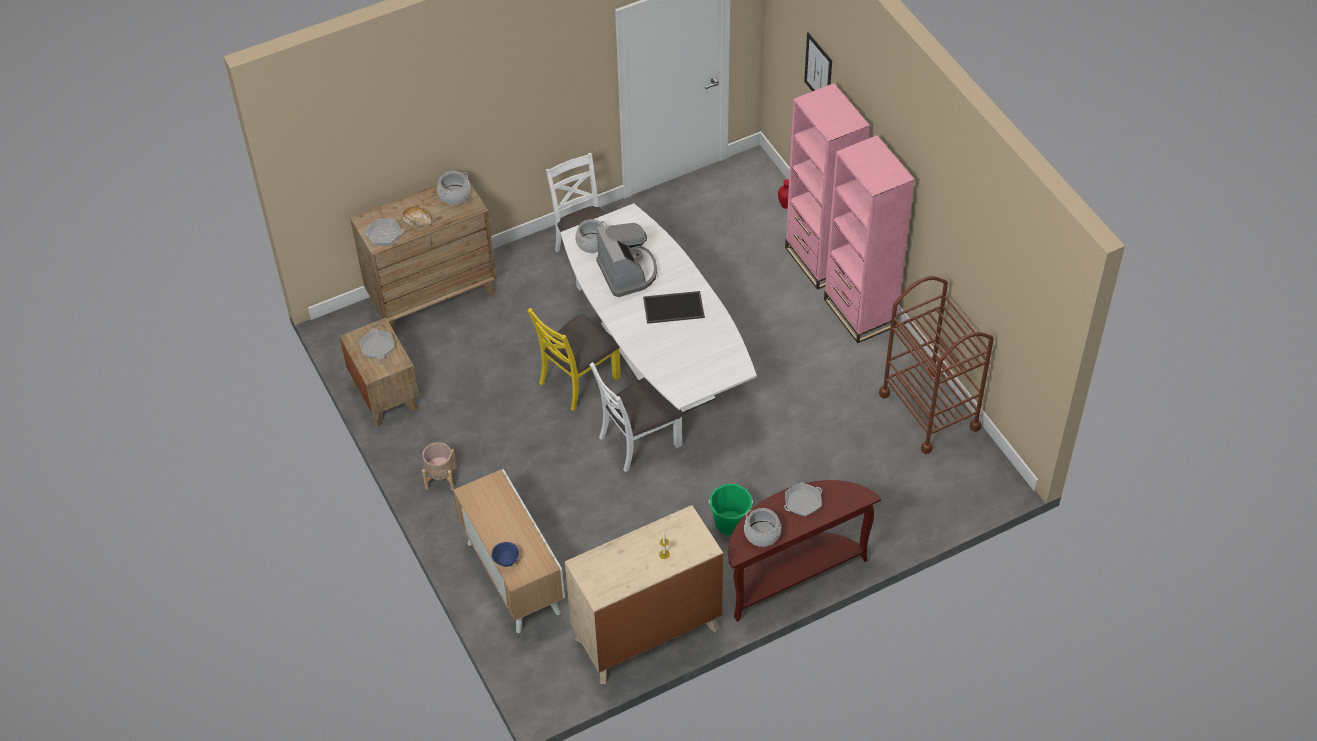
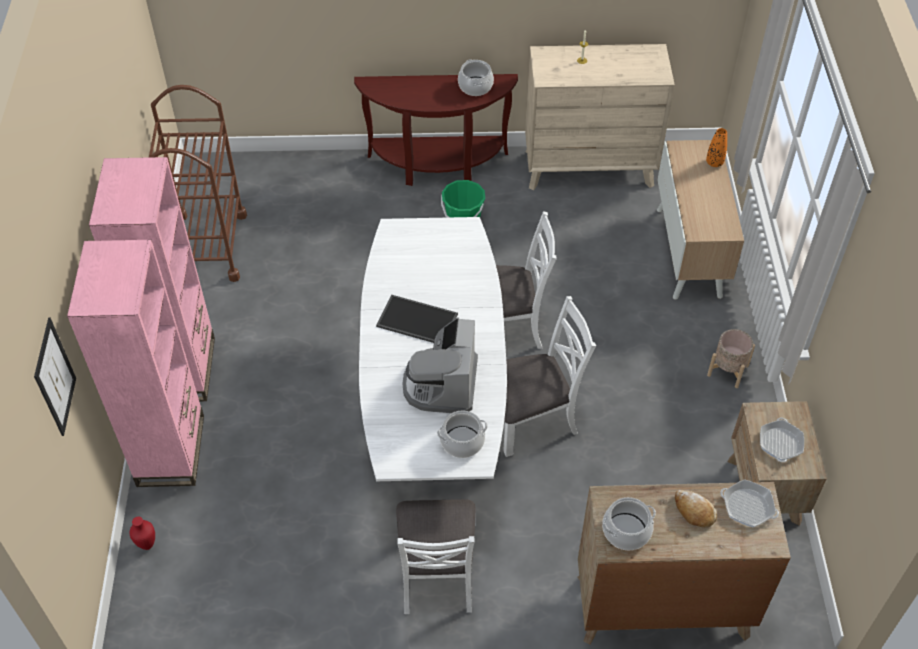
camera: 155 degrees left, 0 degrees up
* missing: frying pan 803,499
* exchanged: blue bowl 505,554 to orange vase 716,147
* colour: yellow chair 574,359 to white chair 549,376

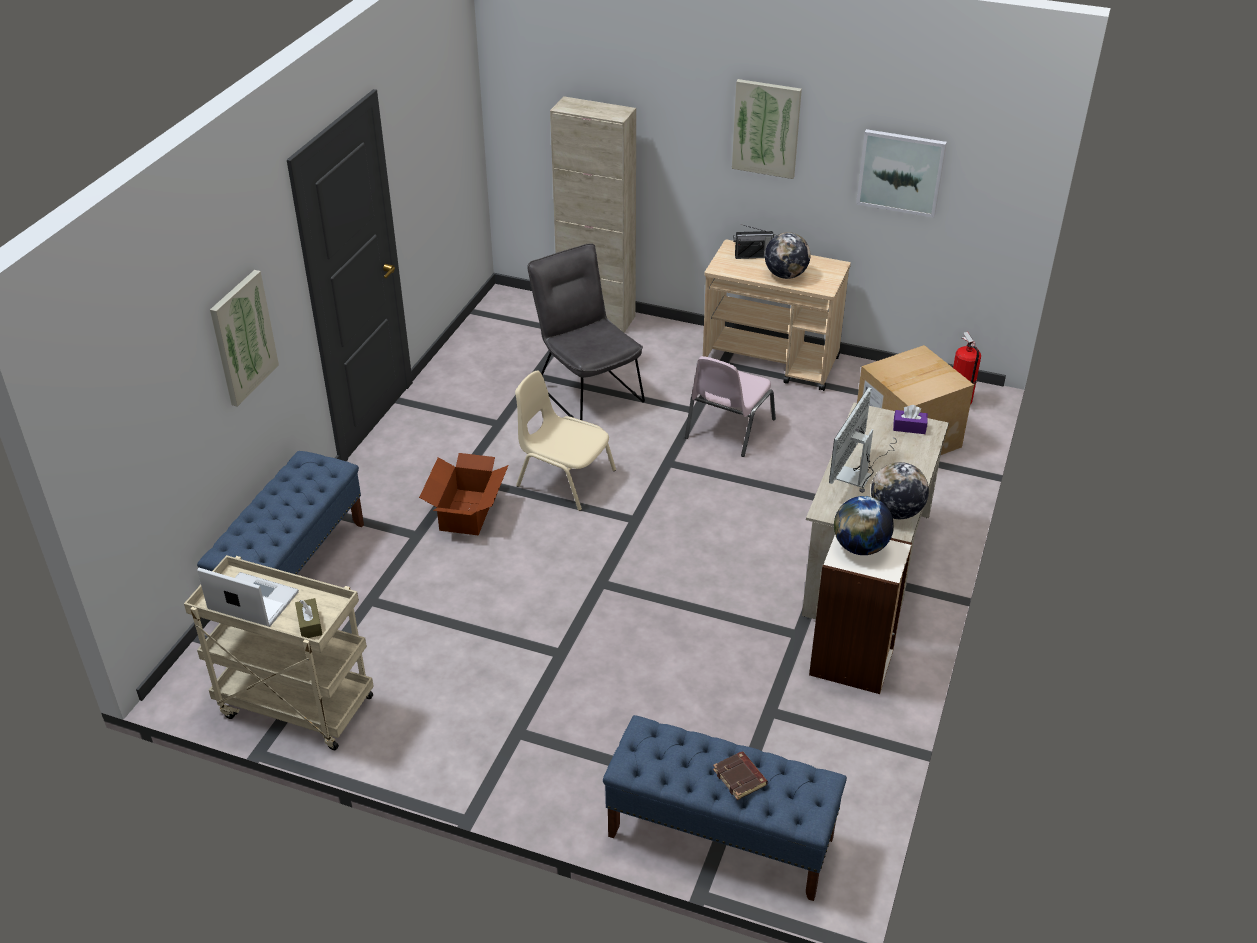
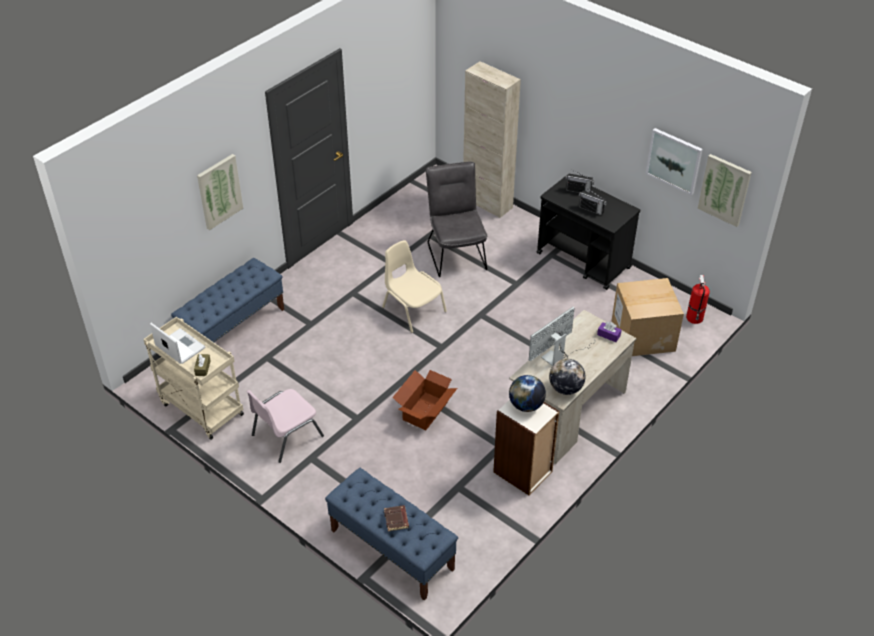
camera: 20 degrees right, 5 degrees up
* relocated: cardboard box 464,494 to 425,400
* relocated: pink chair 730,406 to 285,426
* relocated: picture 767,129 to 724,190
* exchanged: globe 788,255 to radio 593,201
* colour: beige cart 777,315 to black cart 588,232

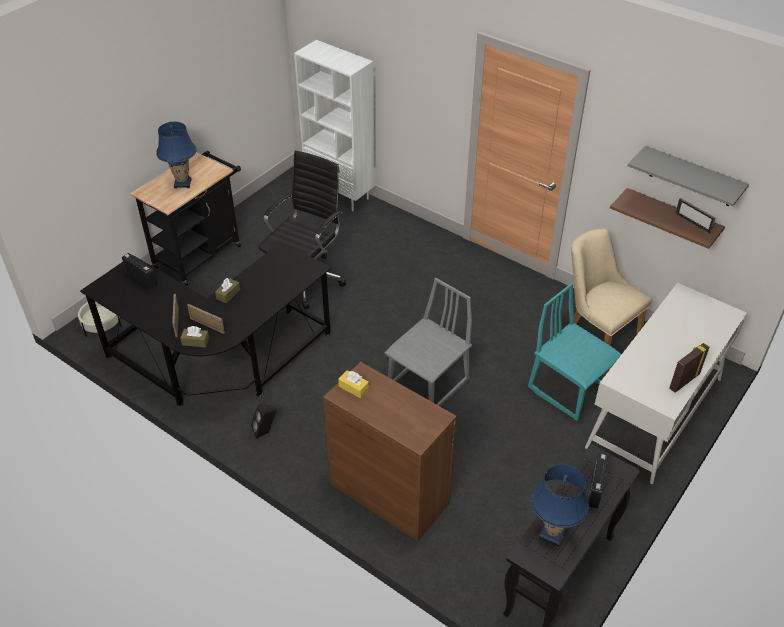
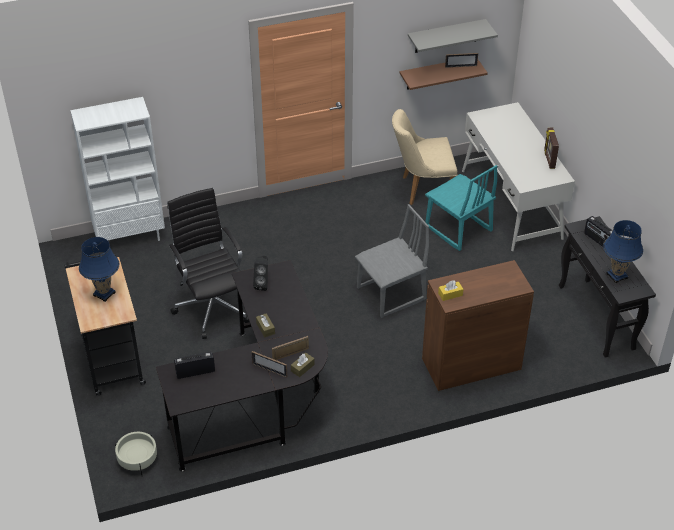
camera: 55 degrees left, 0 degrees up
* relocated: black speaker 263,421 to 260,273
* spun: grey chair 428,342 = 392,261 75 degrees clockwise
* spun: turquoise chair 575,352 = 461,208 120 degrees counterclockwise

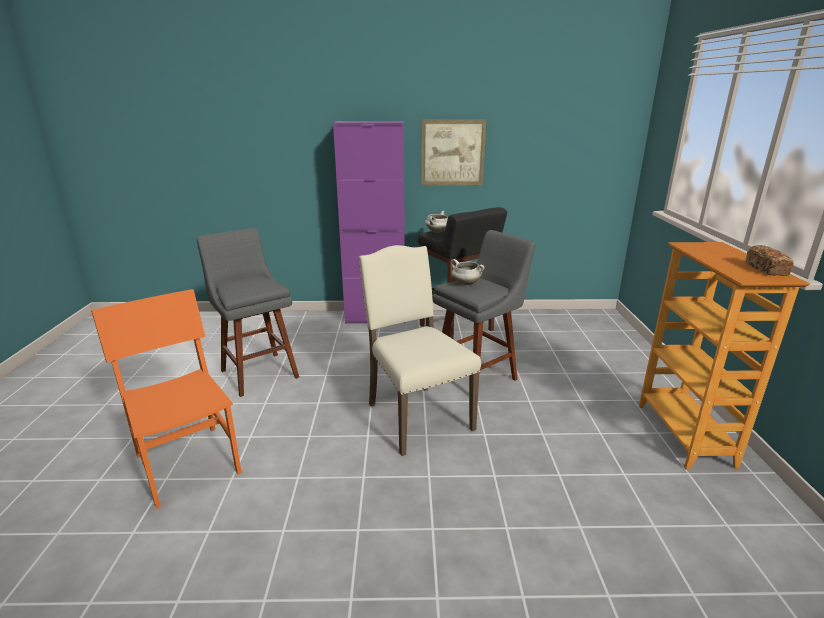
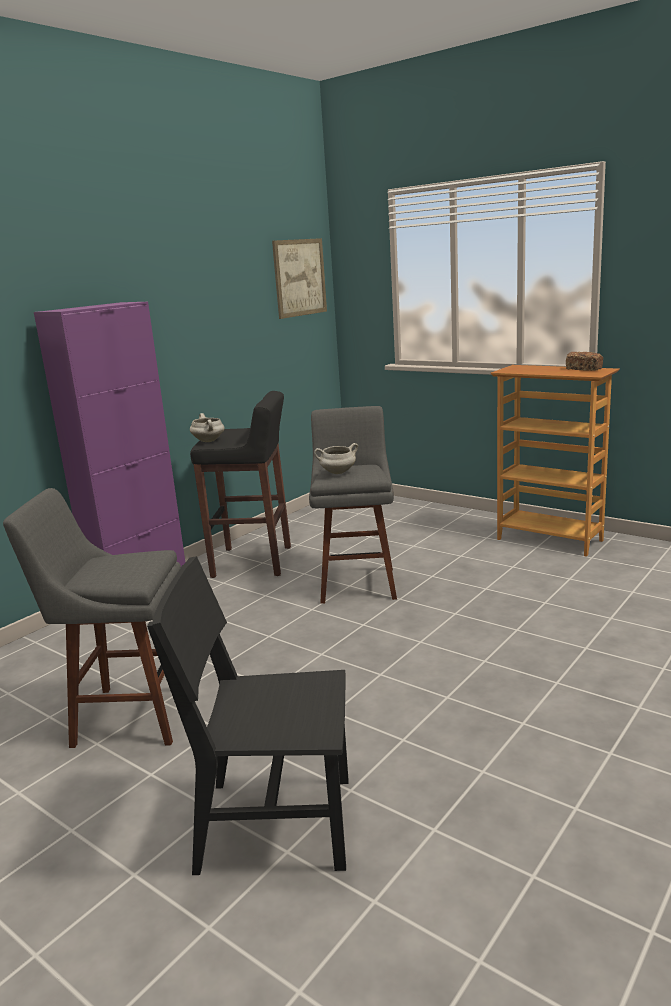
camera: 50 degrees left, 5 degrees down
* missing: beige chair 419,350
* relocated: picture 453,152 to 299,278
* colour: orange chair 166,399 to black chair 248,715

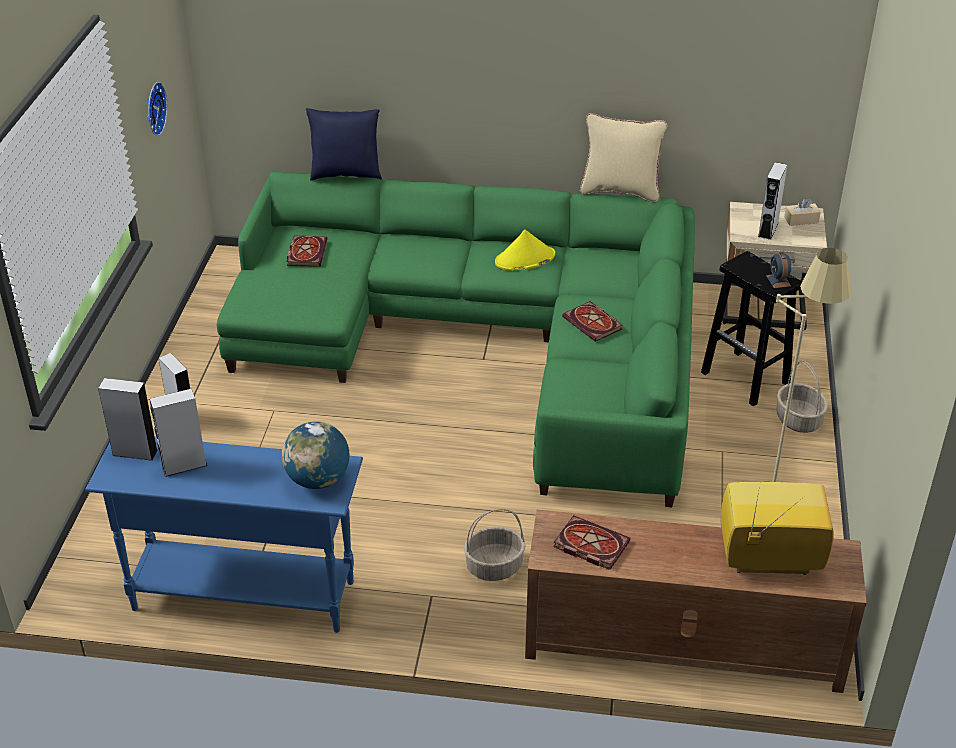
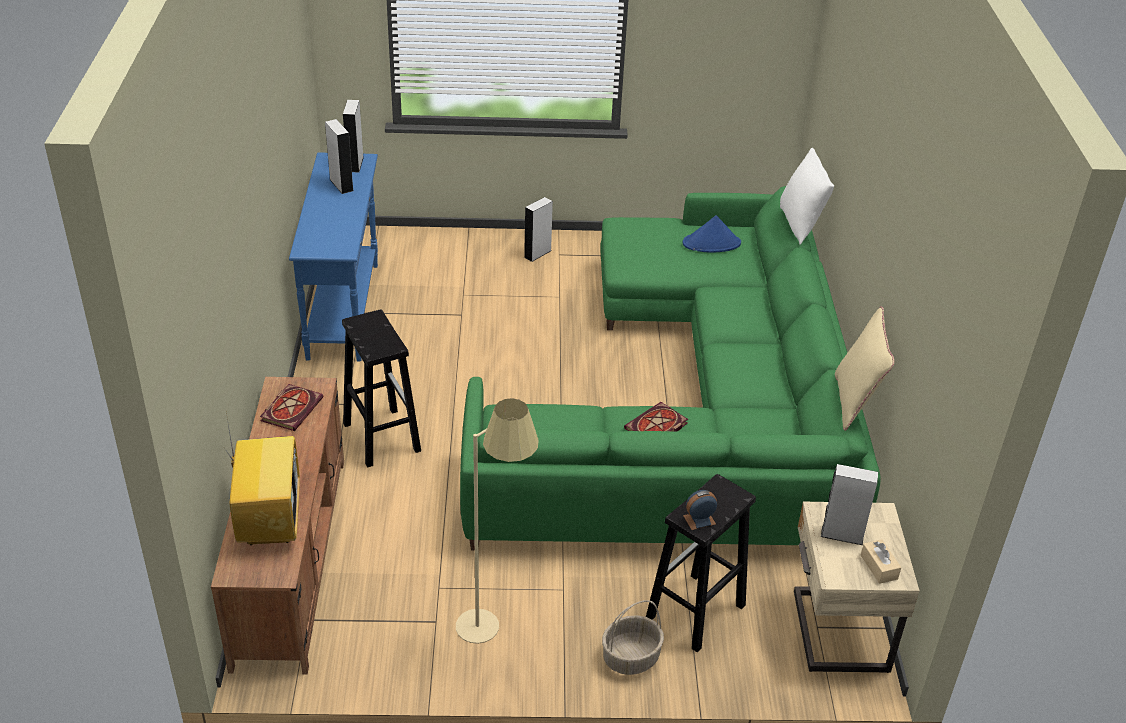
camera: 80 degrees right, 0 degrees up
* missing: wall clock 158,109
* missing: globe 315,455
* missing: yellow hat 525,250
* exchanged: book 307,251 to blue hat 712,234
* exchanged: basket 495,545 to black stool 381,388
* colour: blue pillow 344,144 to white pillow 807,196

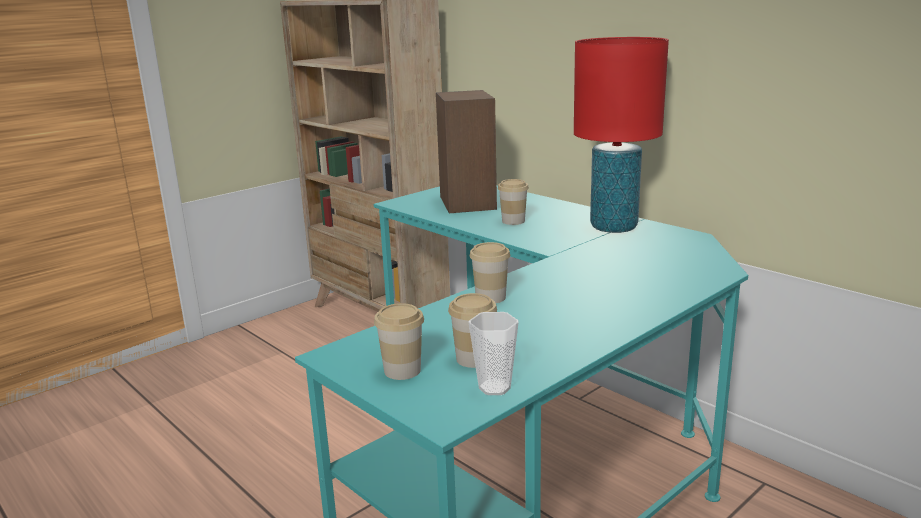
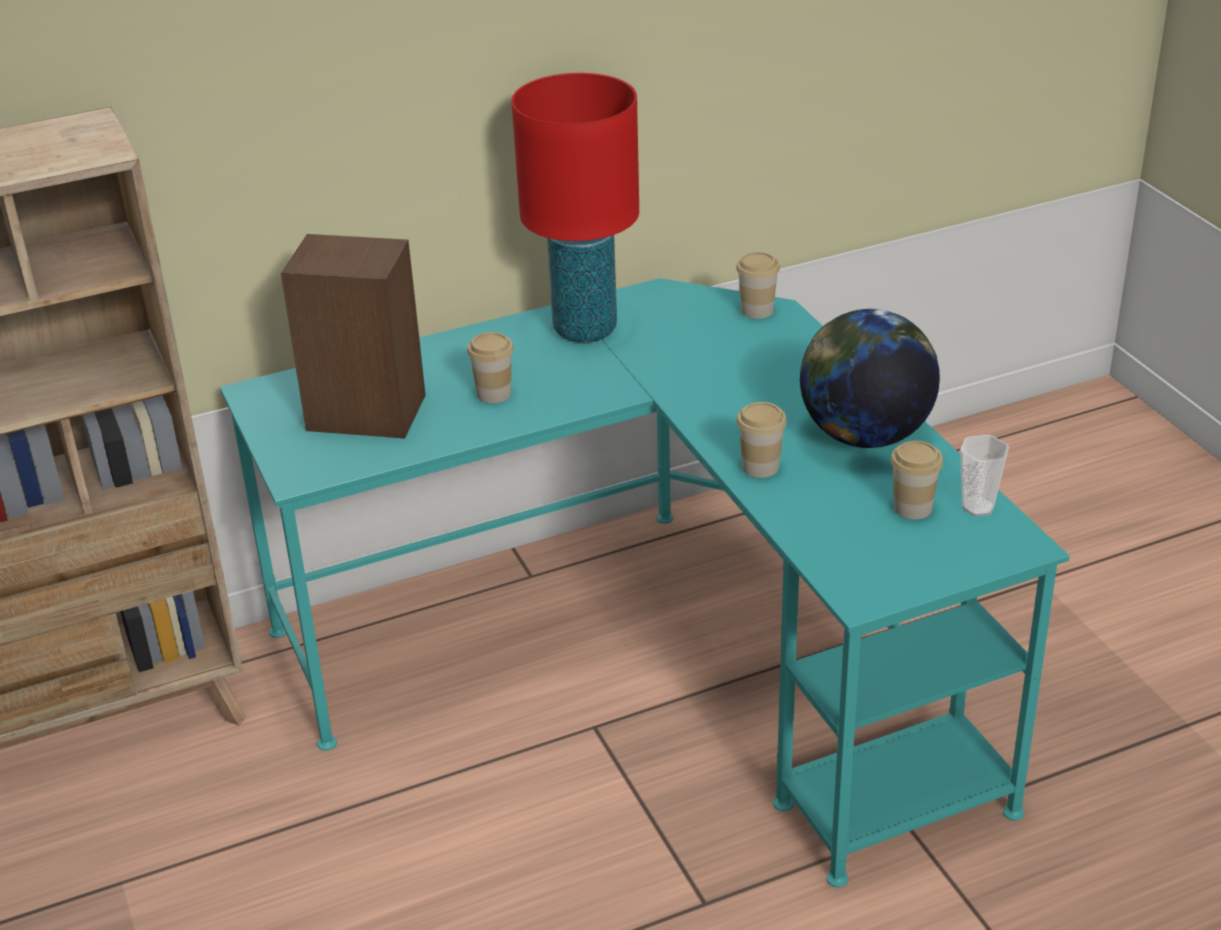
camera: 70 degrees left, 15 degrees up
* appeared: globe 870,378
* relocated: cup 399,341 to 758,285

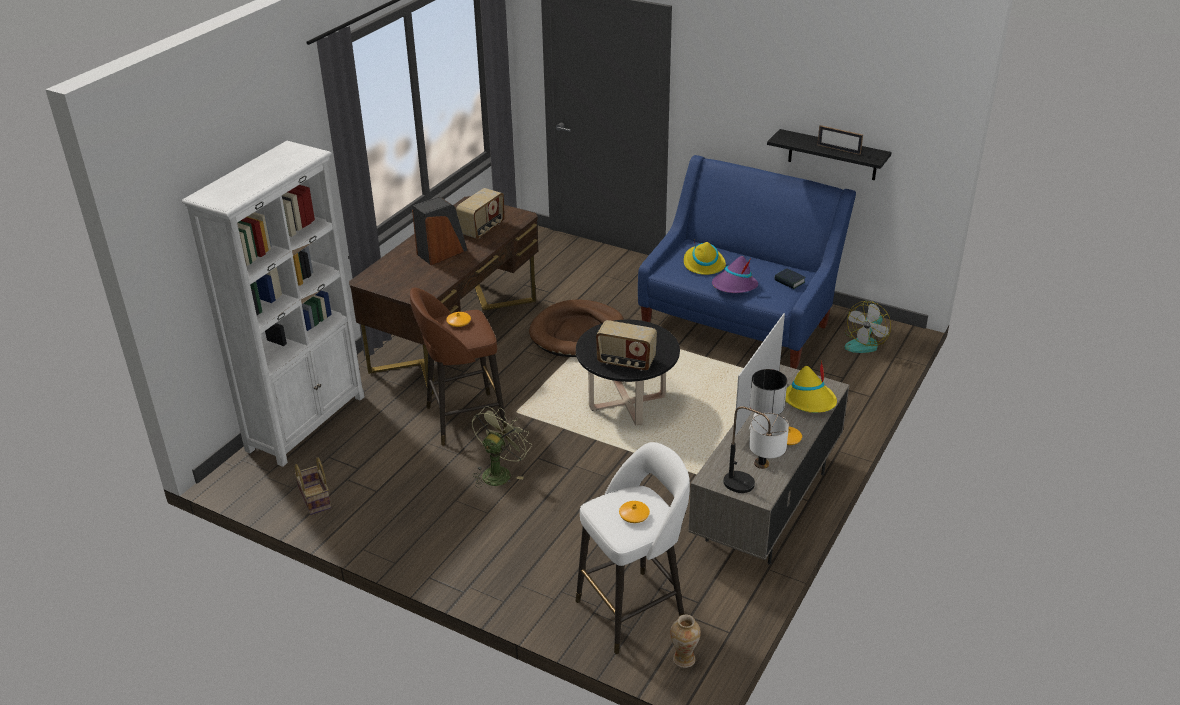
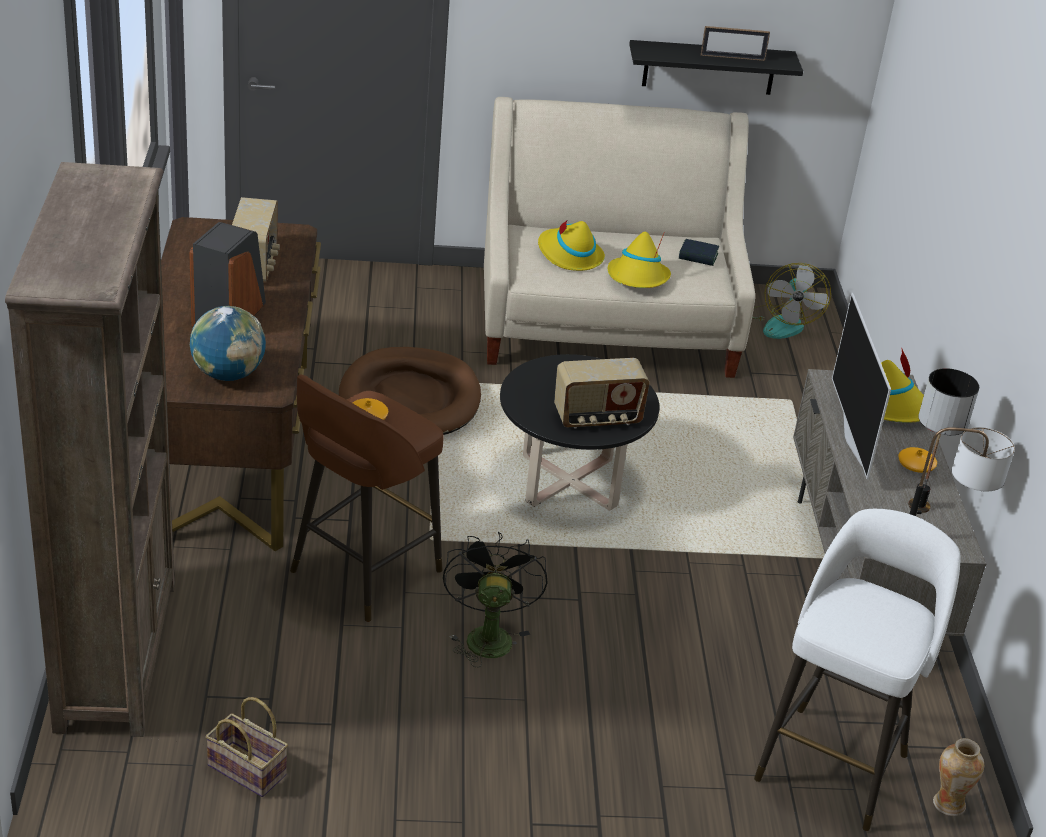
camera: 35 degrees left, 0 degrees up
* missing: orange vase 634,512
* appeared: globe 228,343
* colour: white bookcase 273,304 to brown bookcase 90,449
* colour: green fan 502,447 to black fan 495,600
* colour: blue sofa 747,262 to beige sofa 619,237
* colour: purple hat 735,274 to yellow hat 639,259

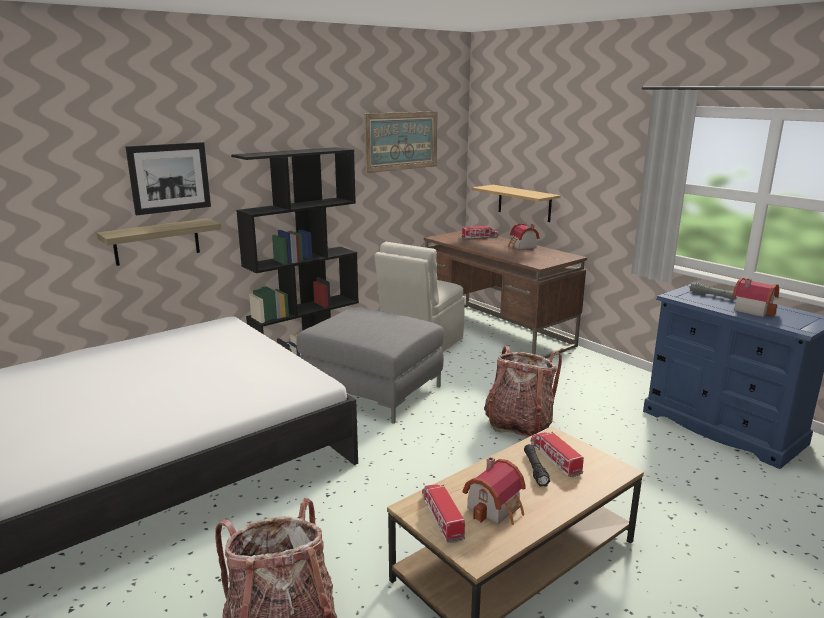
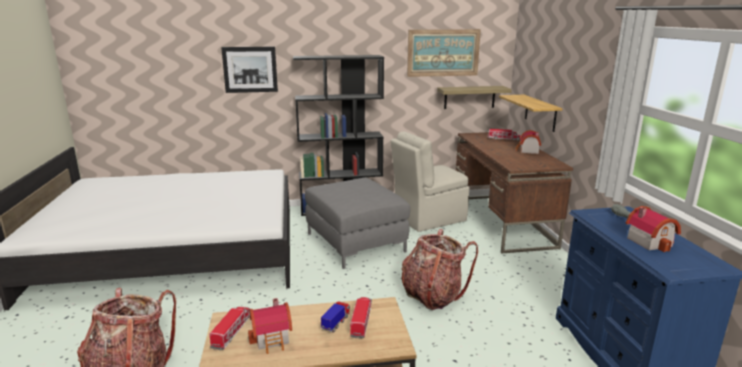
camera: 30 degrees right, 0 degrees up
* relocated: shelf 158,242 to 474,97
* exchanged: black flashlight 537,465 to toy truck 335,317

